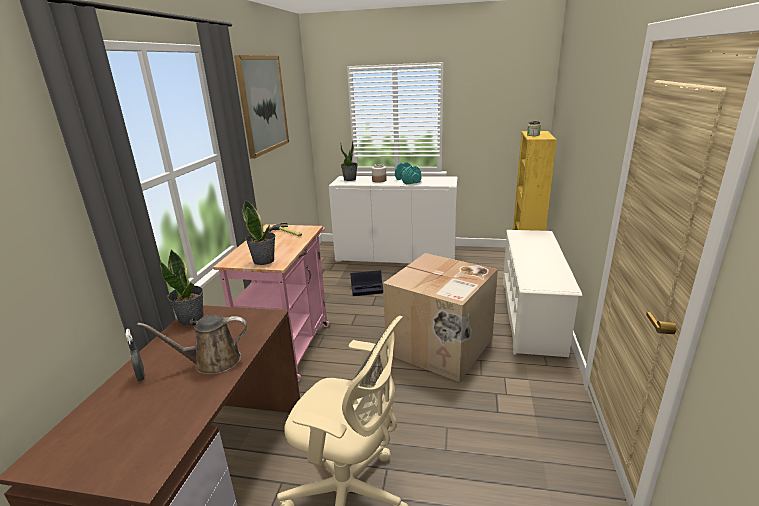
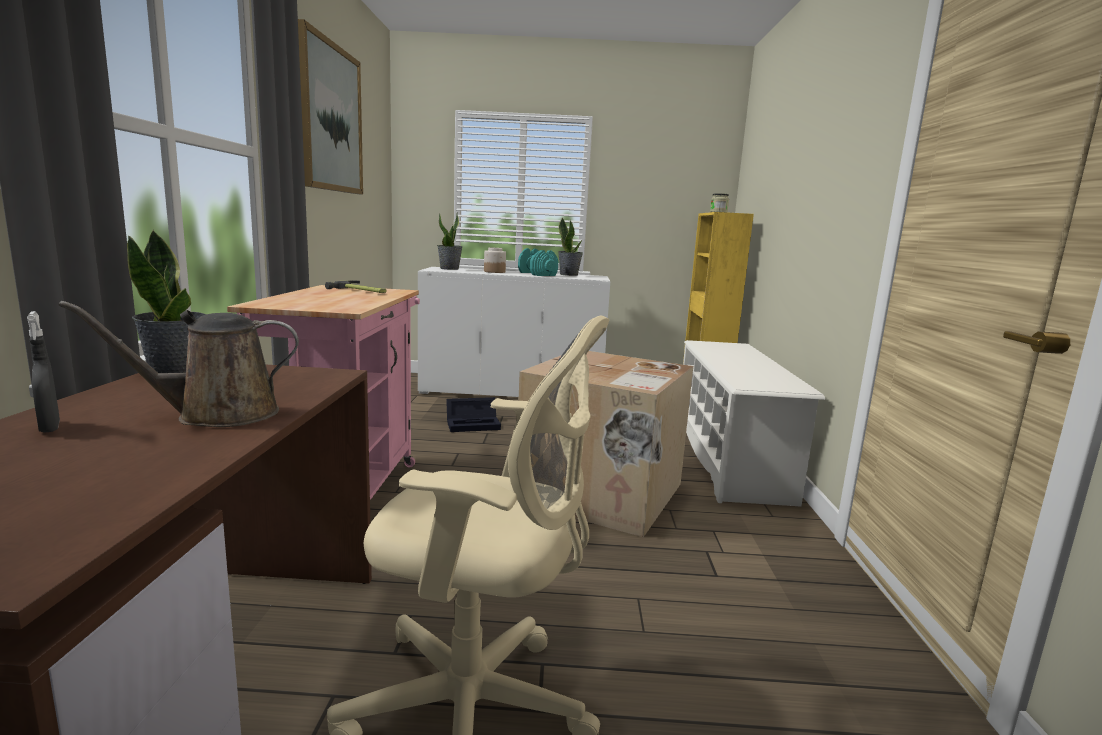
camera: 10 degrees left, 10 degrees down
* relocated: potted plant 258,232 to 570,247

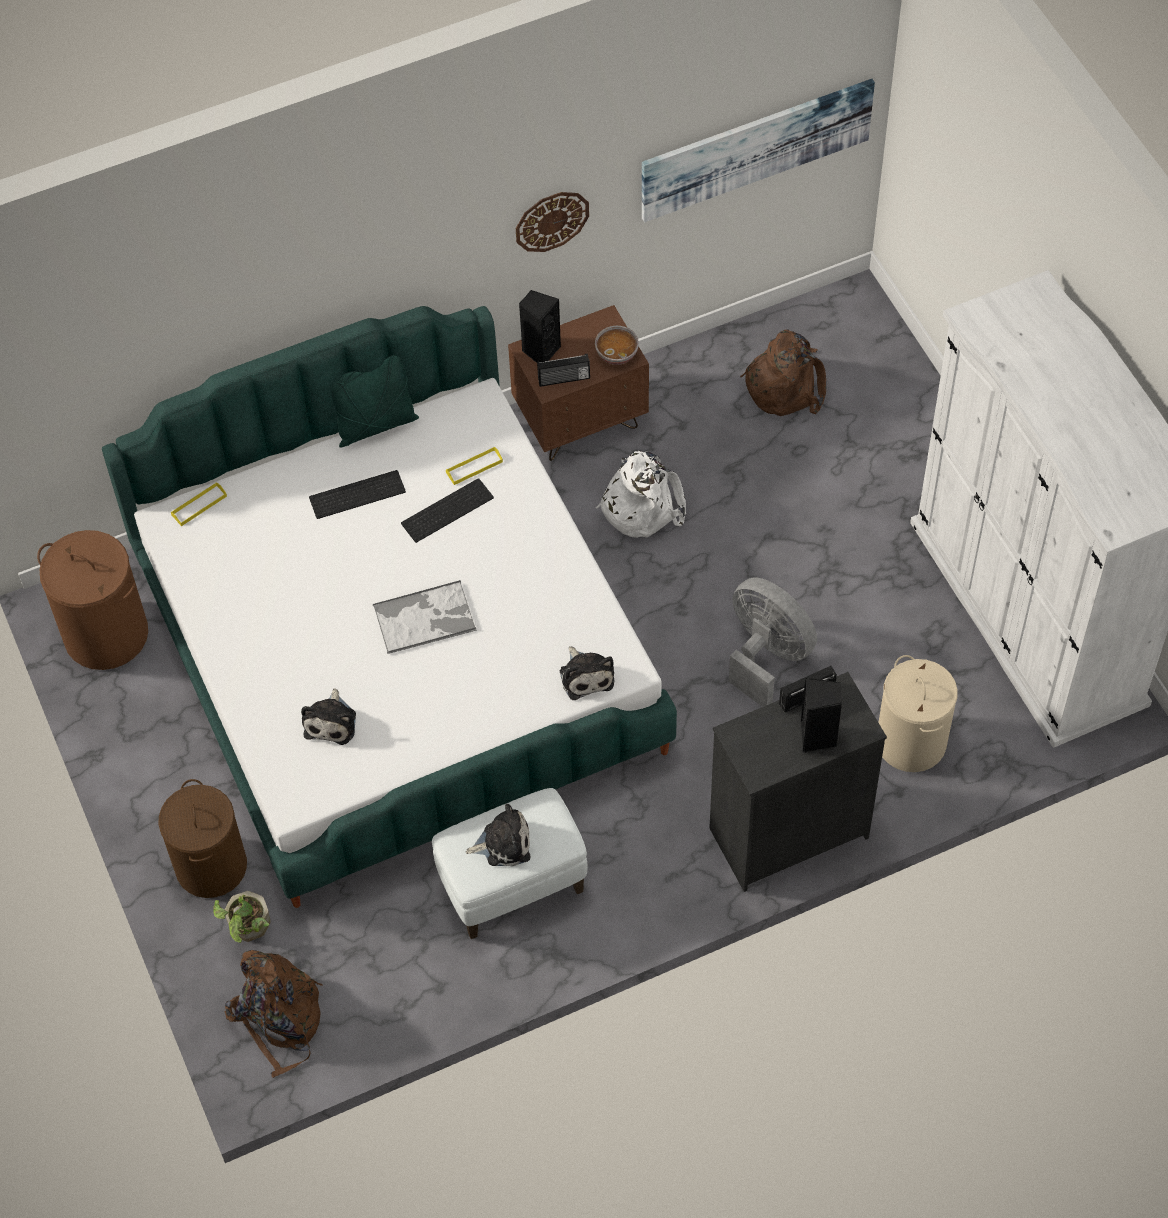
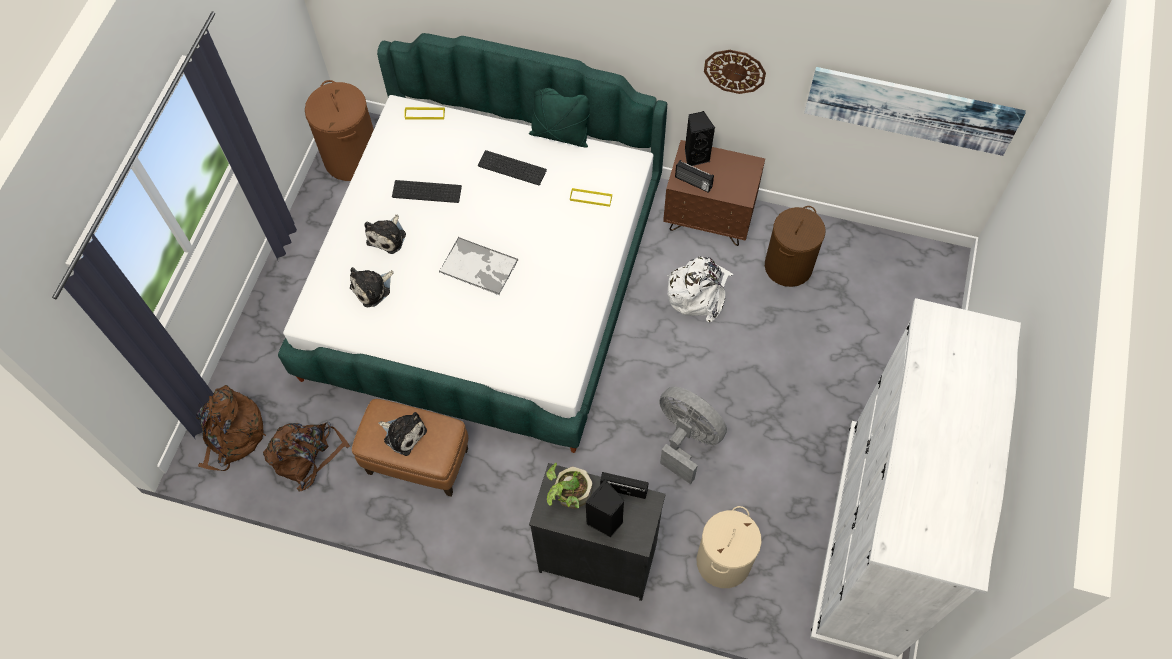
camera: 40 degrees right, 5 degrees up
* missing: bowl 617,345
* relocated: brown laundry basket 203,838 to 795,246
* relocated: potted plant 242,917 to 569,486
* relocated: keyboard 447,510 to 427,191
* relocated: plush toy 587,673 to 385,234
* relocated: brown backpack 783,372 to 306,456
* colour: white ottoman 509,863 to brown ottoman 410,448
* spun: grey fan 773,642 = 693,435 45 degrees counterclockwise

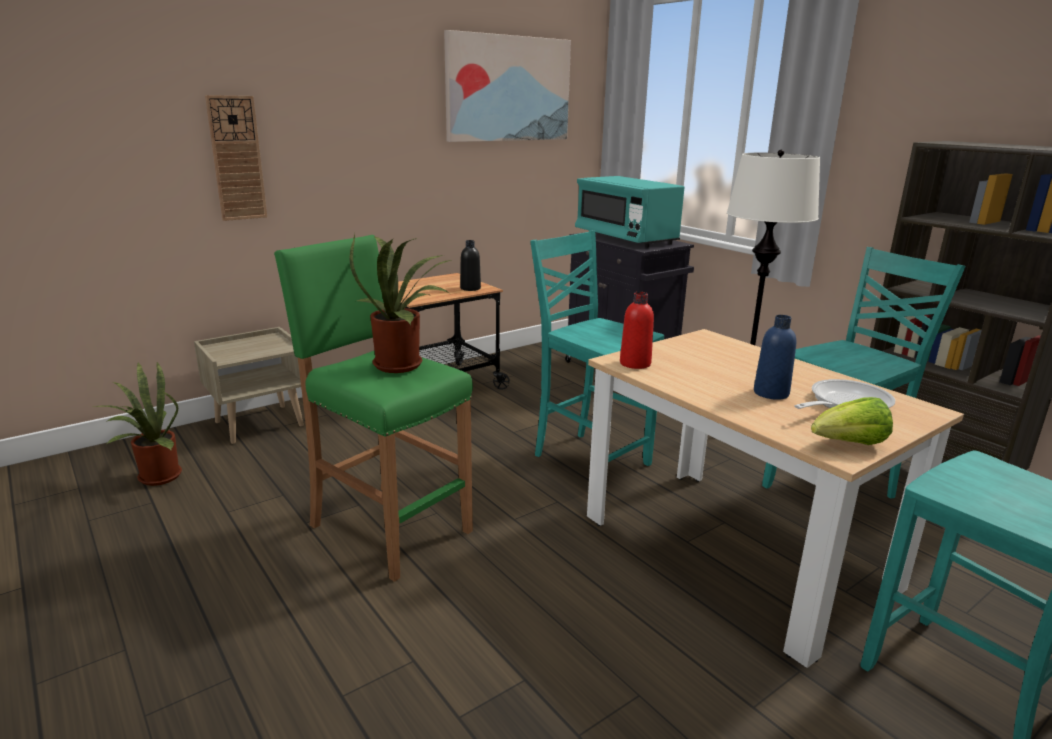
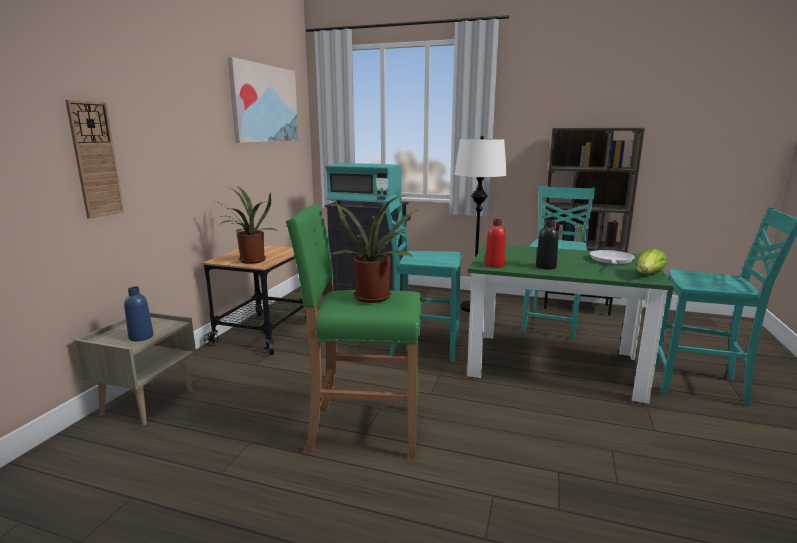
camera: 35 degrees left, 5 degrees down
* relocated: potted plant 137,424 to 246,225
* relocated: black bottle 470,265 to 547,245
* relocated: blue bottle 775,357 to 139,314
* colour: beige dining table 775,498 to green dining table 570,323

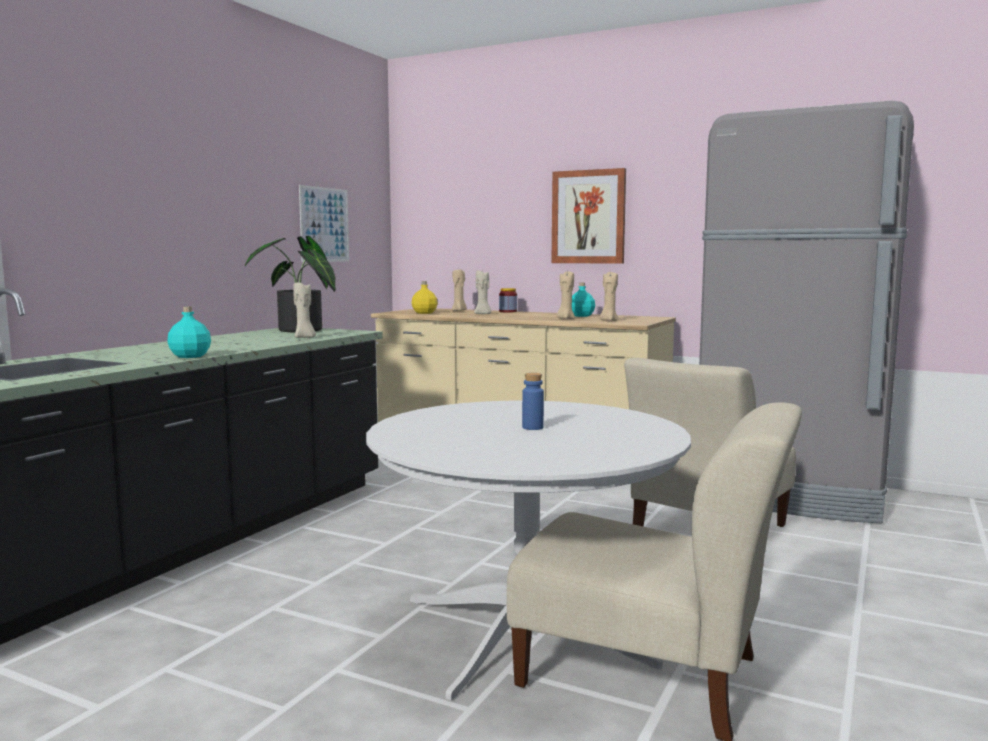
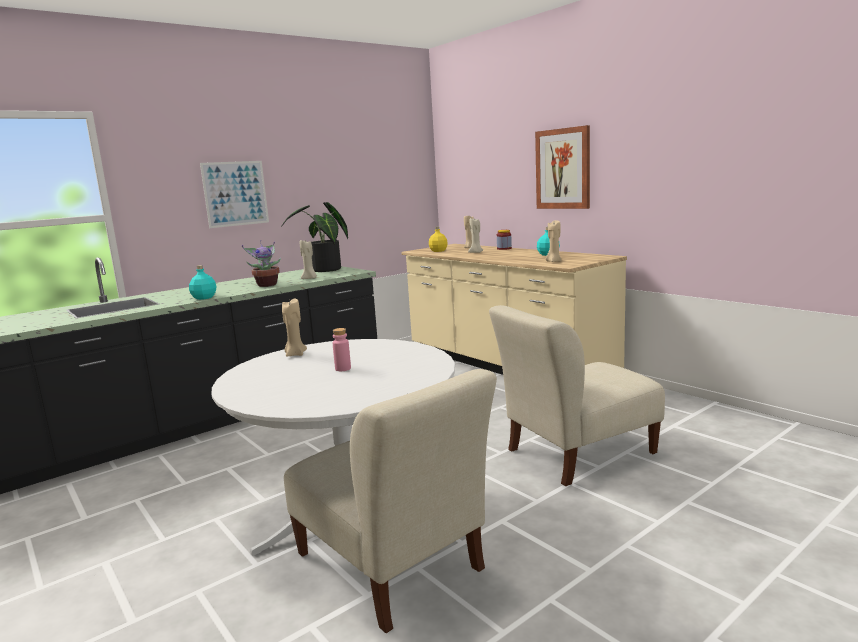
camera: 25 degrees right, 5 degrees up
* missing: grey fridge 806,312
* appeared: potted plant 261,263
* relocated: picture 324,223 to 234,194
* relocated: beige candle 566,295 to 294,328
* colour: blue bottle 533,401 to pink bottle 341,349

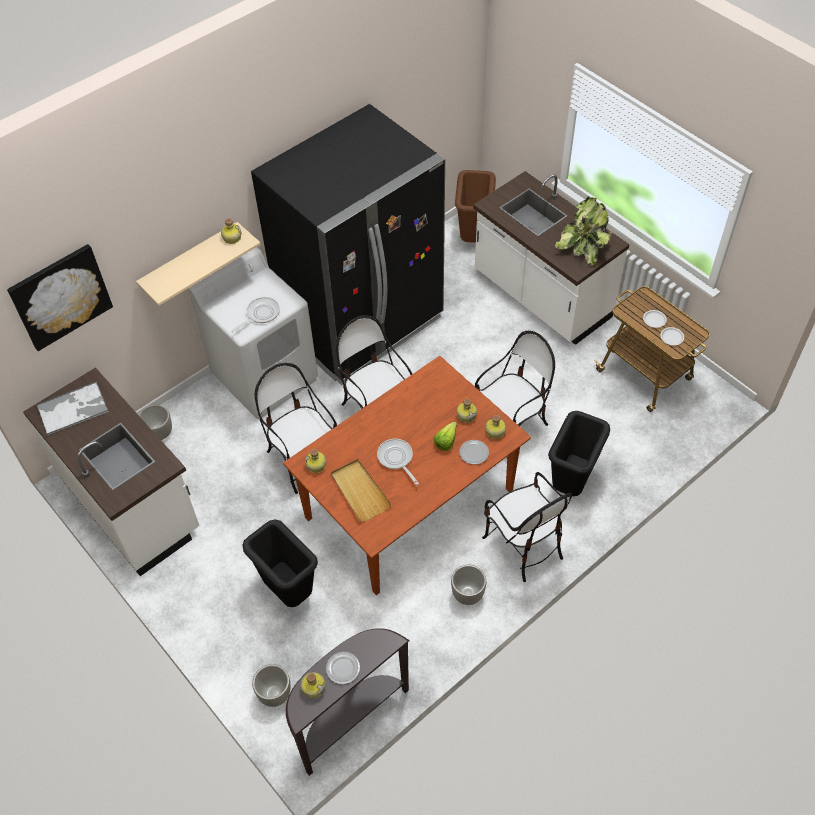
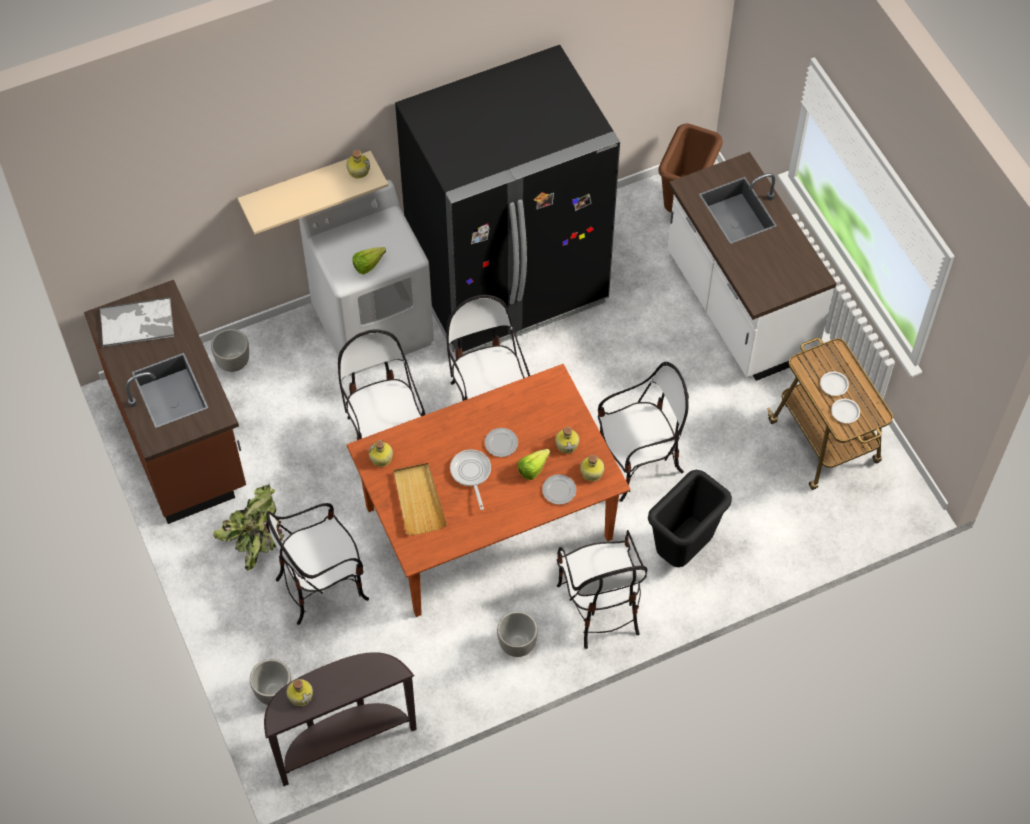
camera: 15 degrees right, 5 degrees up
* missing: picture 60,297
* relocated: plate 343,668 to 501,442
* relocated: potted plant 584,231 to 248,527
* exchanged: frying pan 255,314 to lettuce 369,261
* exchanged: black trash can 280,563 to chair 317,564
* colour: white counter 111,471 to brown counter 165,402

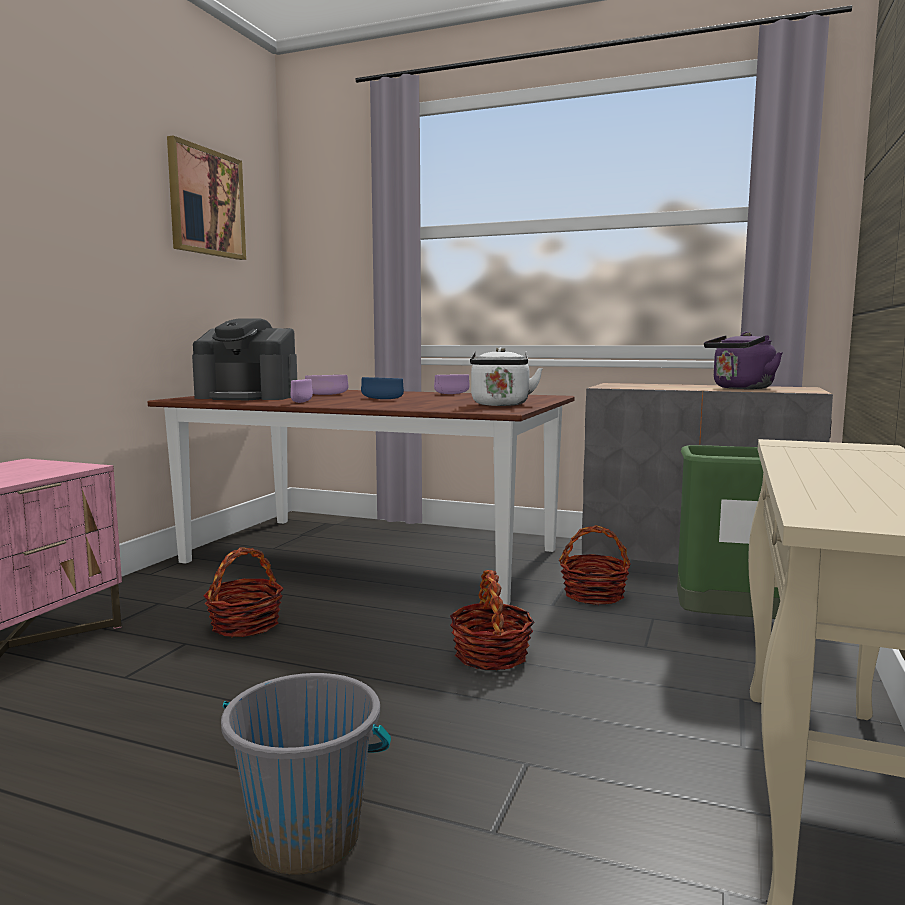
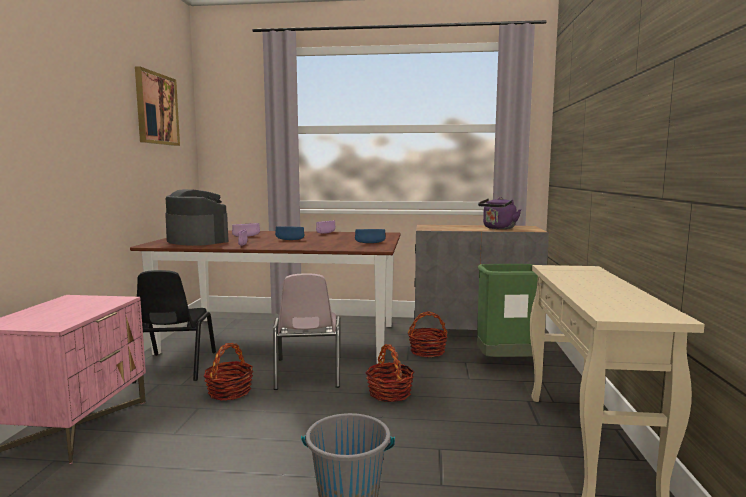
camera: 15 degrees left, 0 degrees up
* appeared: black chair 174,326
* appeared: pink chair 307,331
* exchanged: white kettle 506,376 to blue bowl 370,236
* spun: coffee machine 244,359 = 196,217 135 degrees counterclockwise

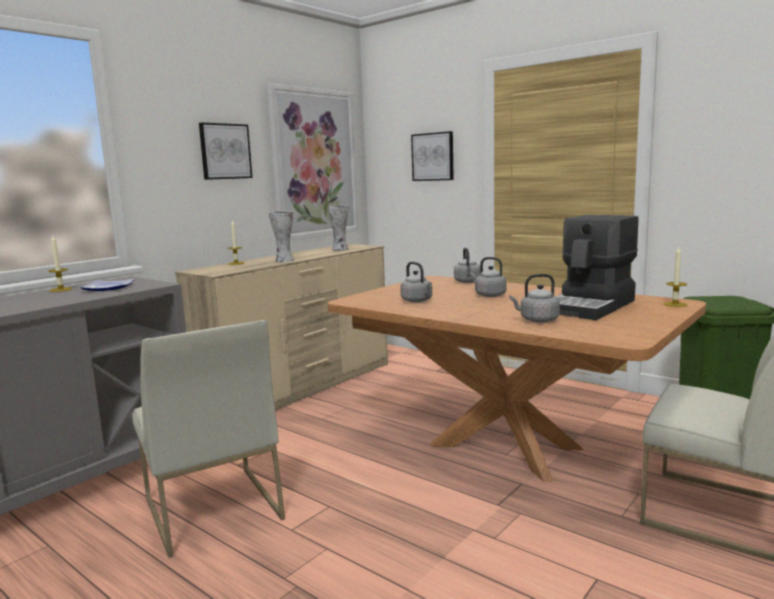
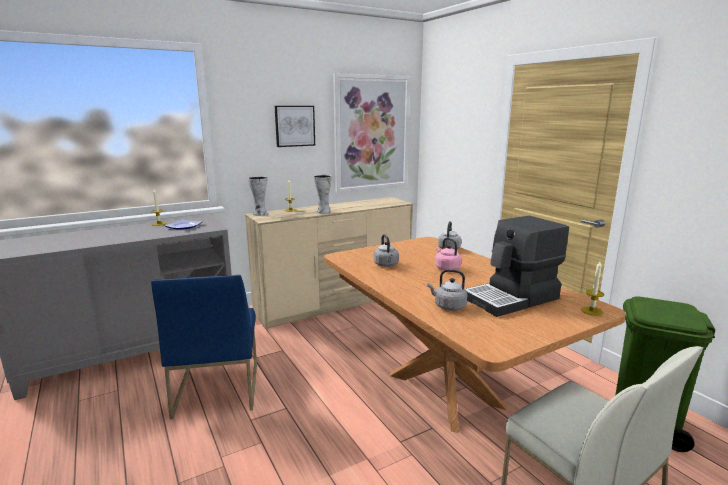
camera: 20 degrees right, 5 degrees up
* missing: picture 432,156
* relocated: vase 338,228 to 257,196
* colour: white chair 208,439 to blue chair 204,347
* colour: grey kettle 488,277 to pink kettle 448,254

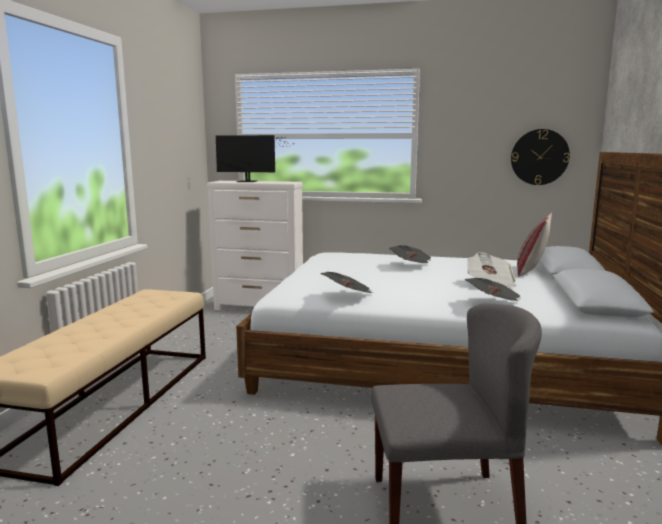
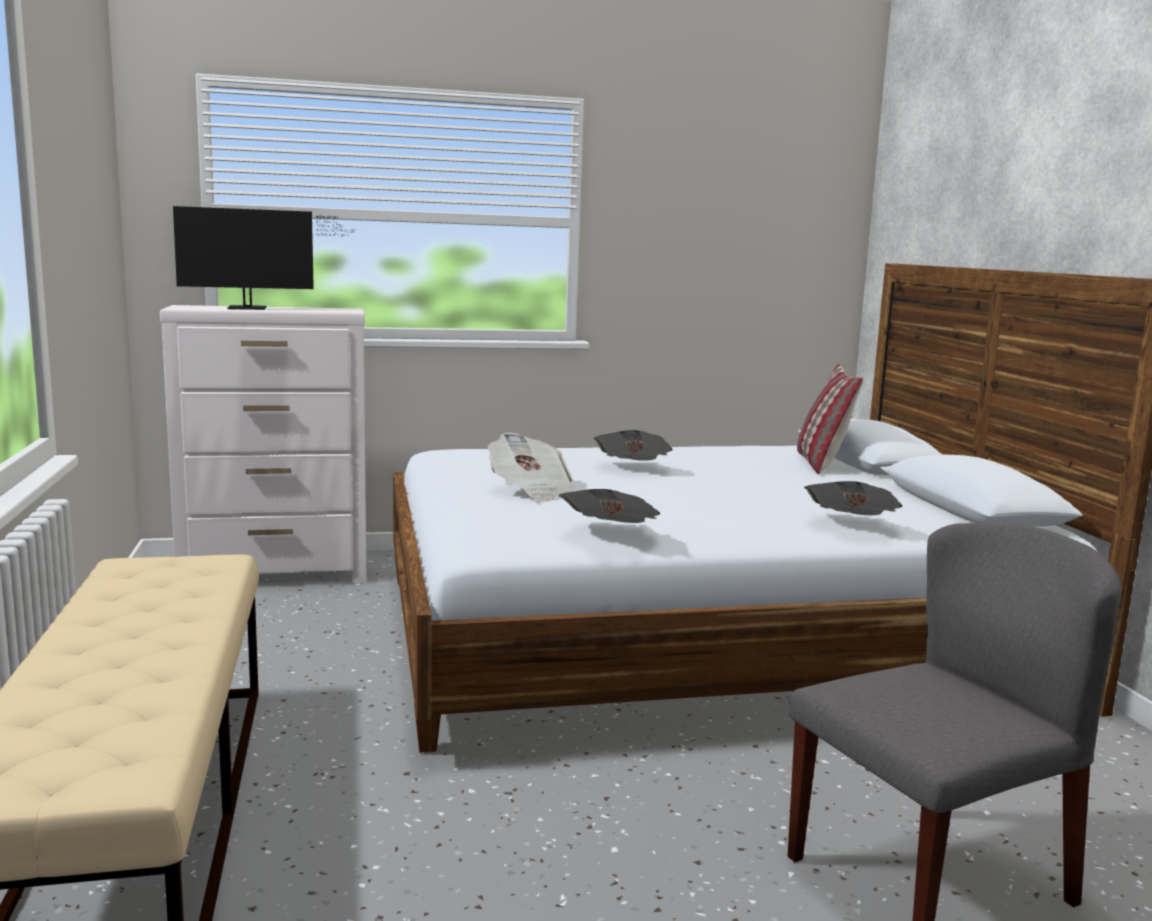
camera: 25 degrees left, 0 degrees up
* missing: wall clock 540,157
* relocated: newspaper 492,270 to 531,467

